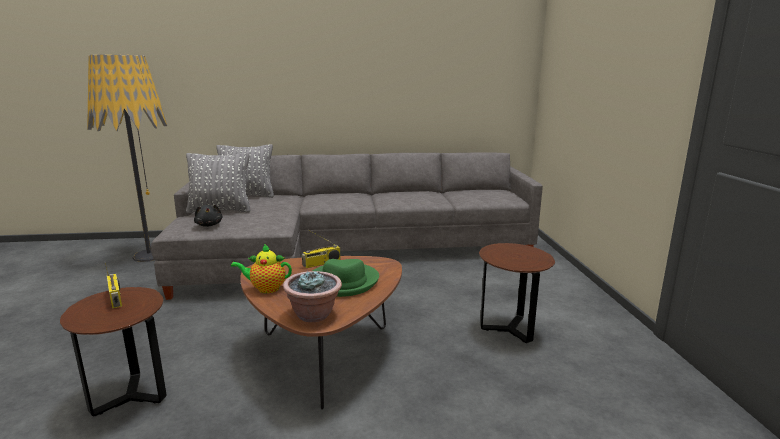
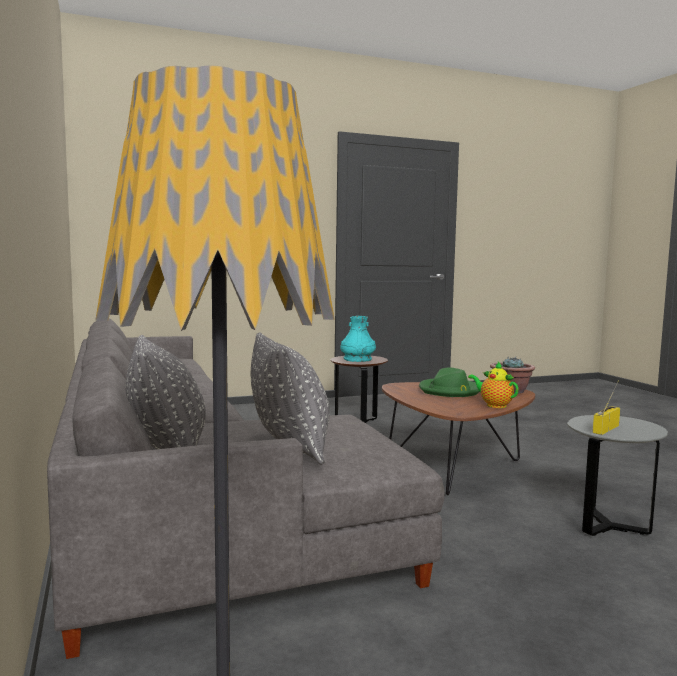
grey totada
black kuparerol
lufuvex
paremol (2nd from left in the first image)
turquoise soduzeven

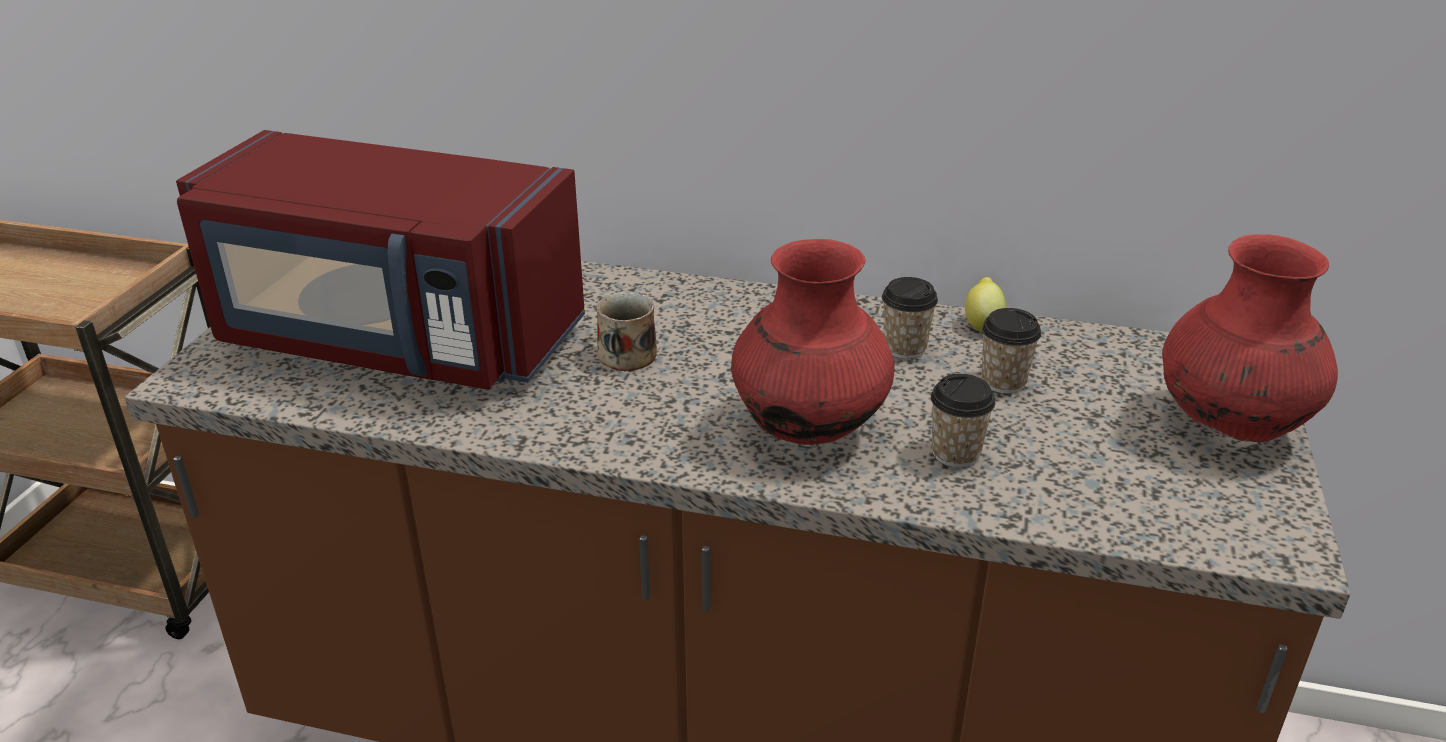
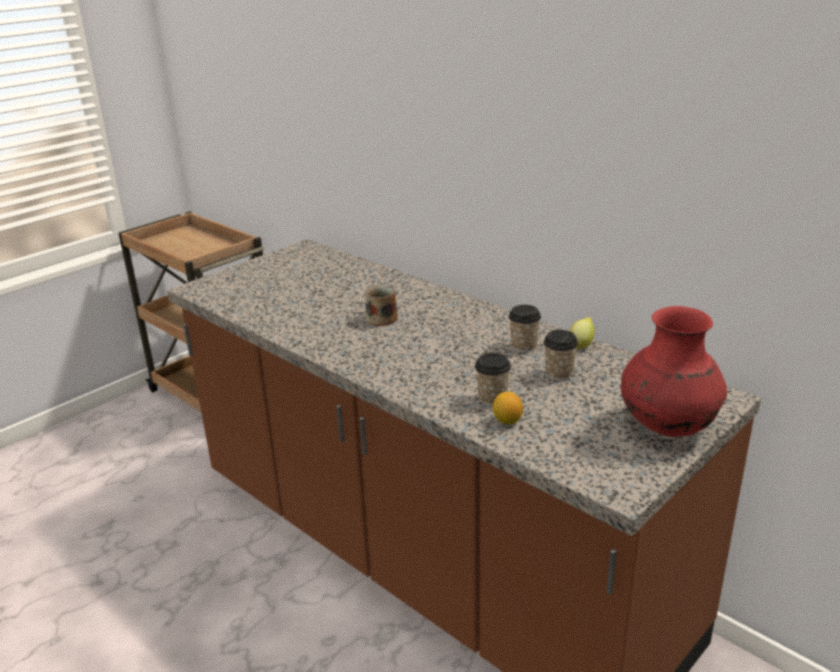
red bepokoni
red soduzeven (1st from left in the first image)
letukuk (1st from left)

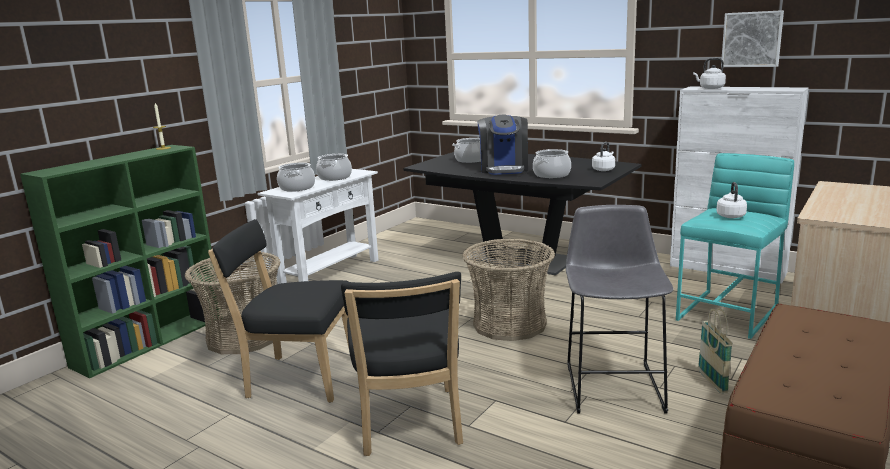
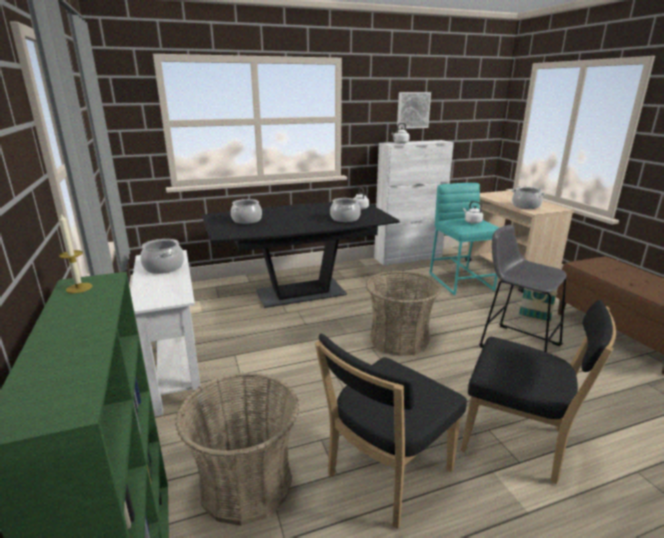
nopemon (4th from left)
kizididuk

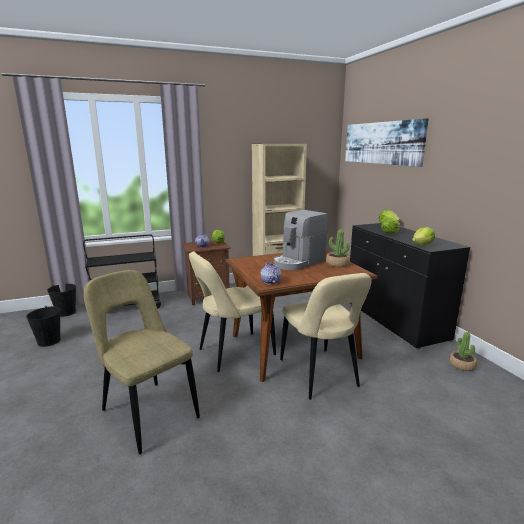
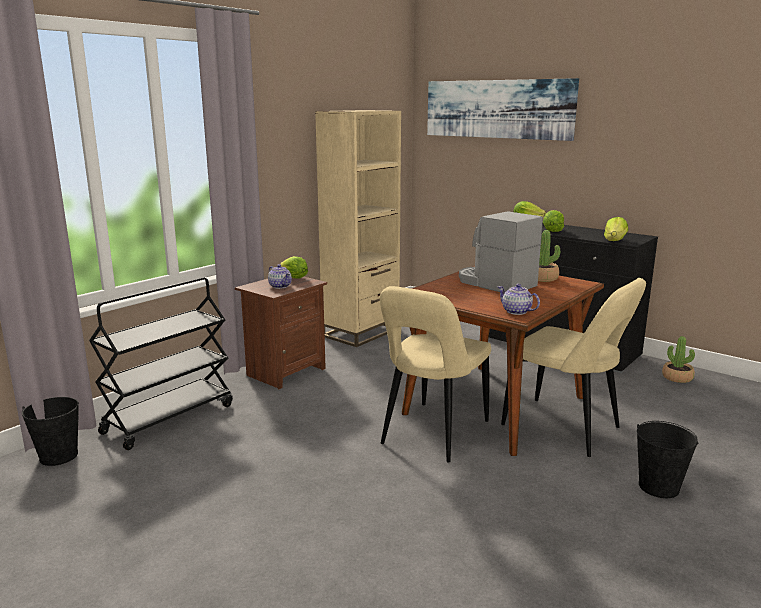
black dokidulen (2nd from left)
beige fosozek (1st from left in the first image)
kizididuk

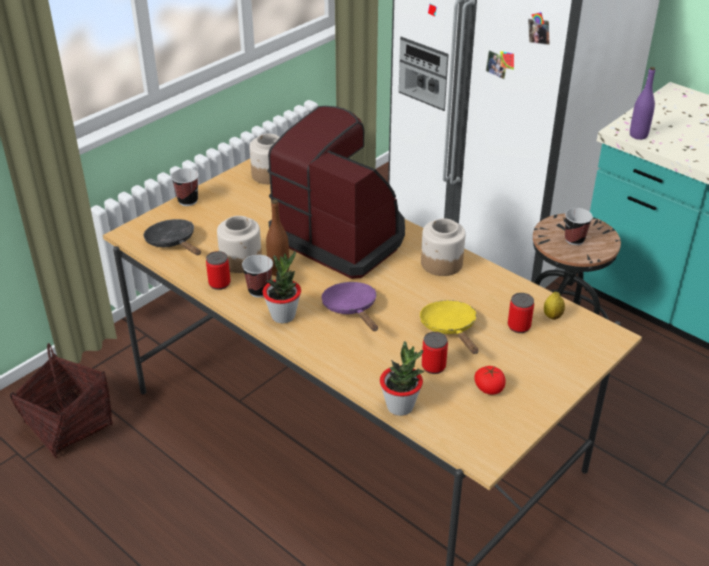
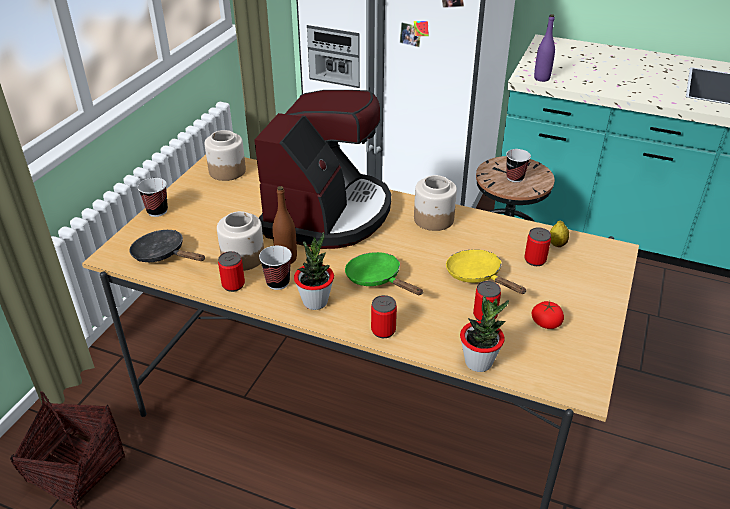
kizididuk
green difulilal
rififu (2nd from left)

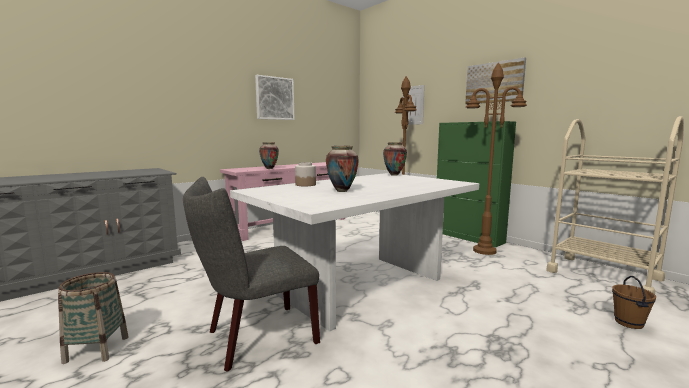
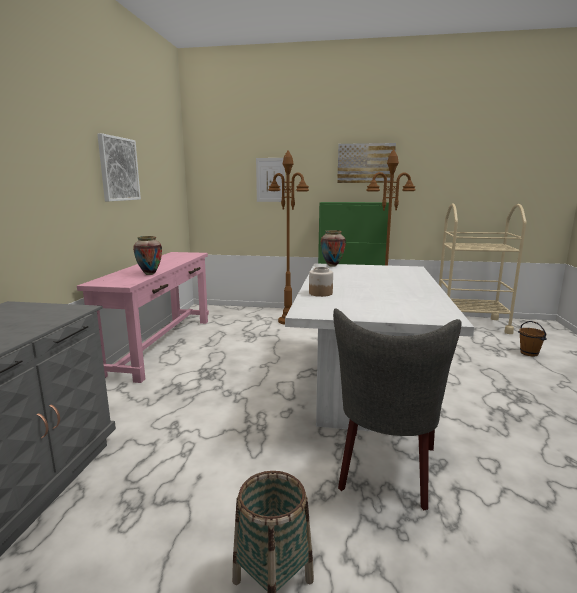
soduzeven (2nd from left in the first image)

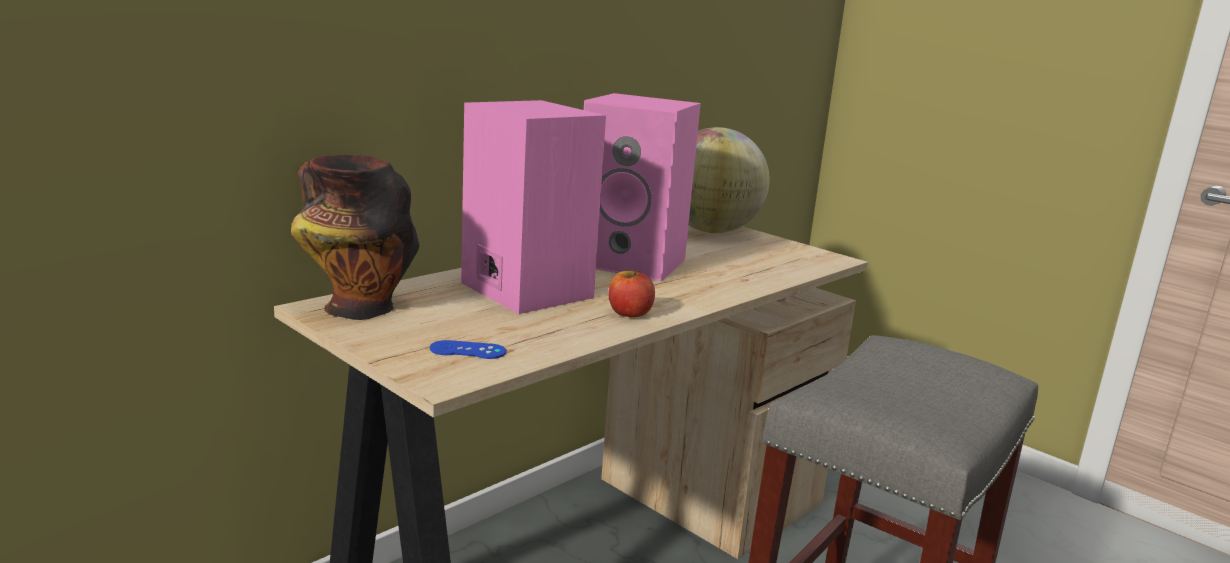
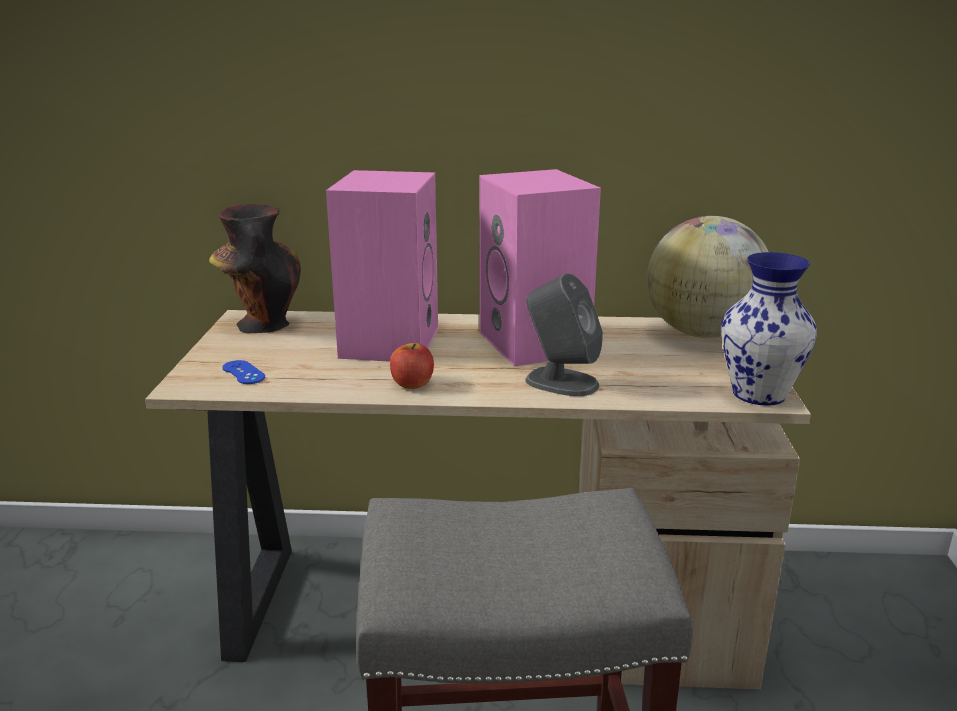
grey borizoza
soduzeven (2nd from left)

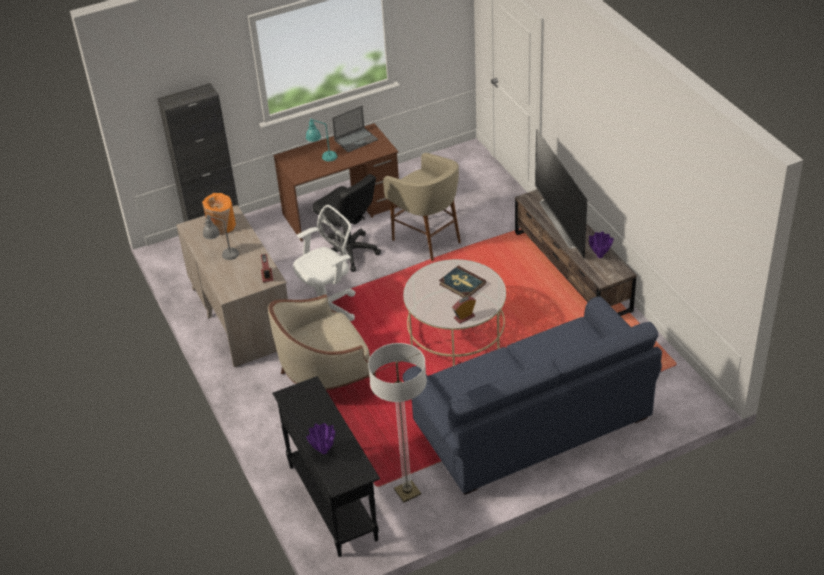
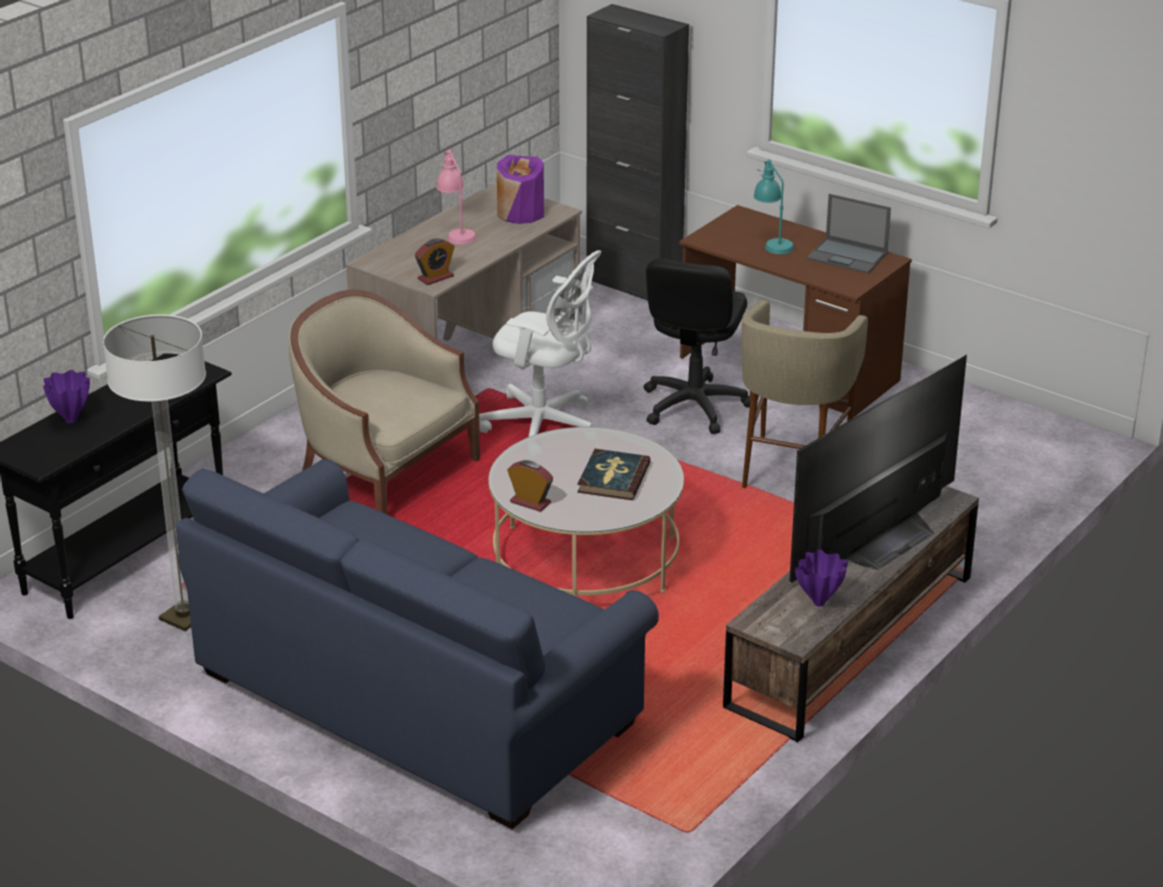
purple soduzeven (2nd from left)
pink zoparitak

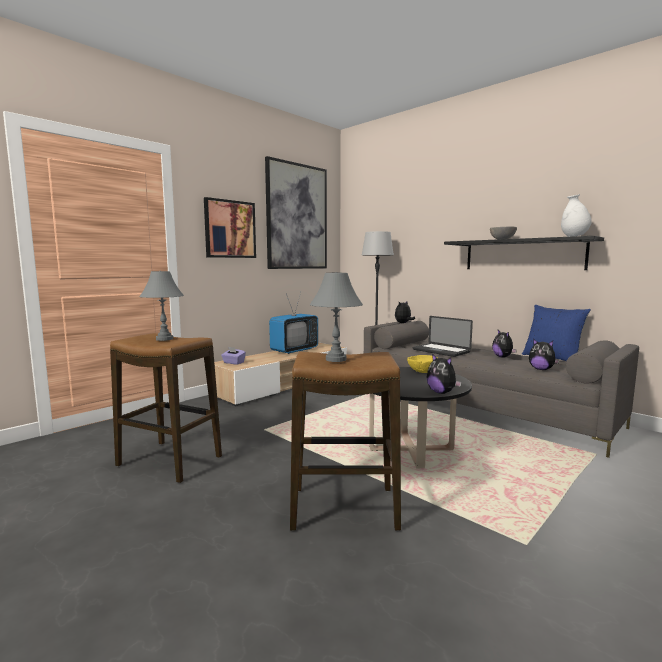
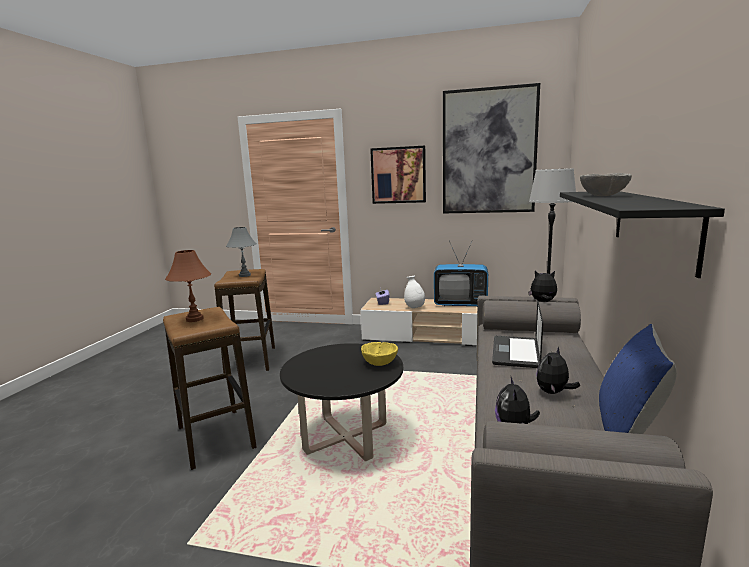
brown zoparitak
kuparerol (2nd from left in the first image)
white soduzeven

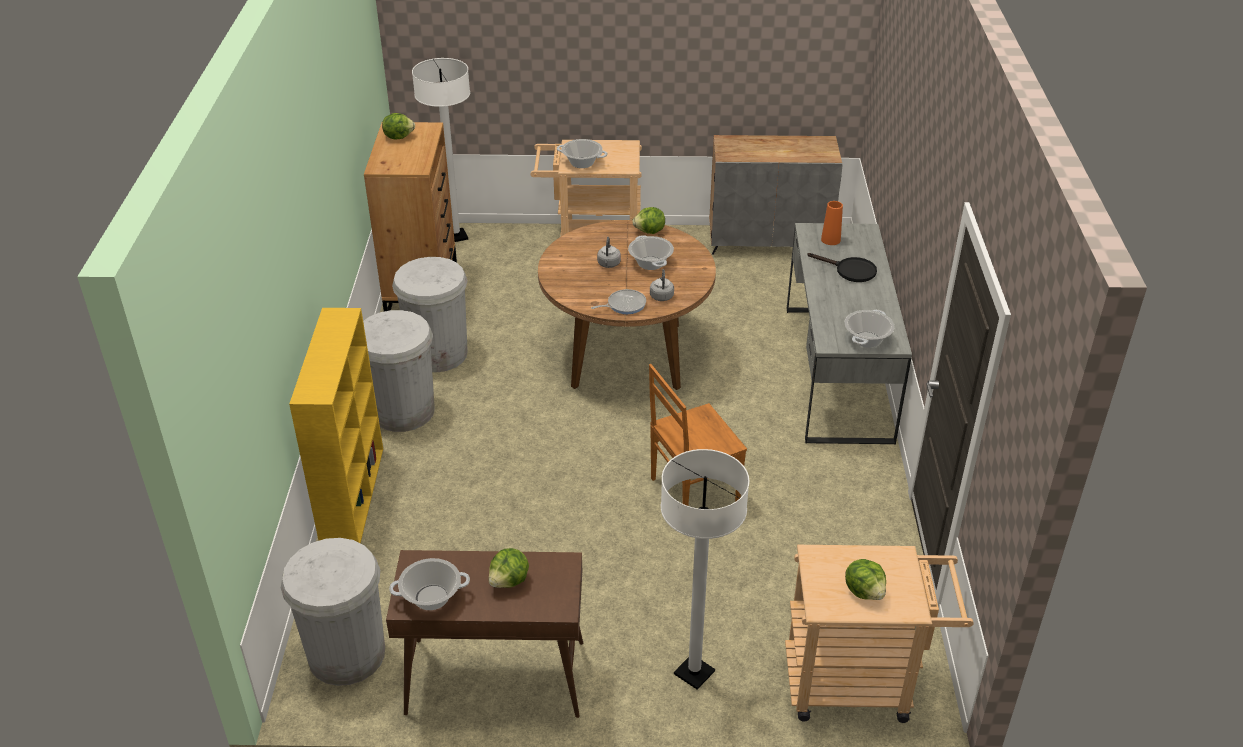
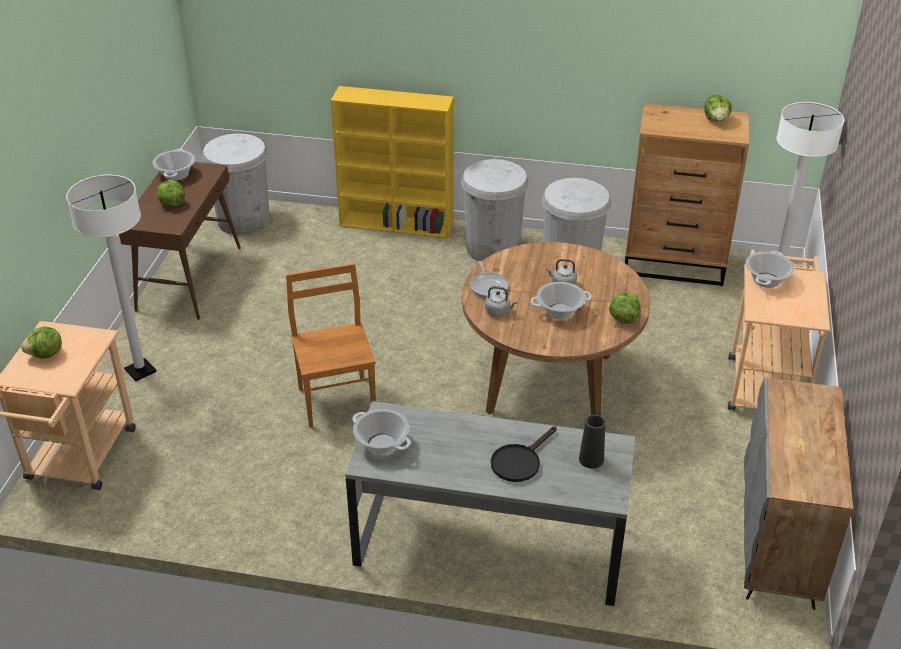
black soduzeven

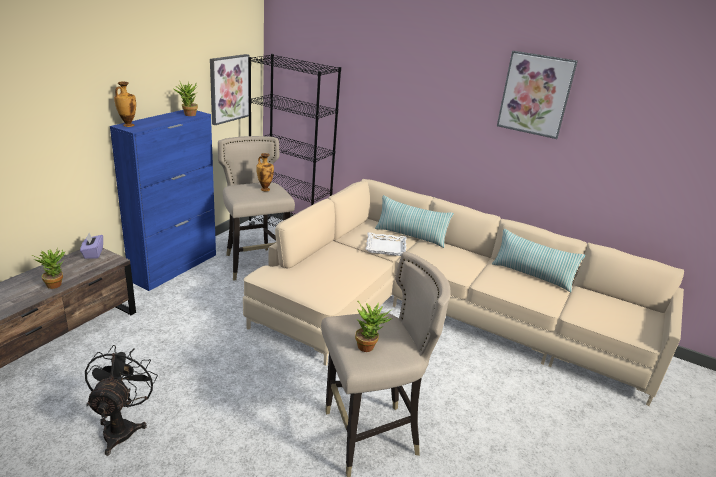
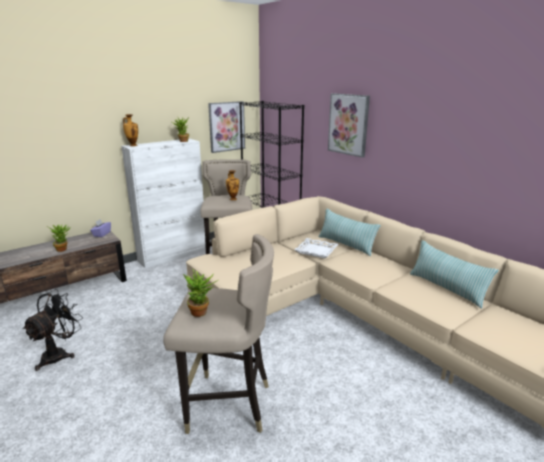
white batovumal
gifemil (2nd from left)

